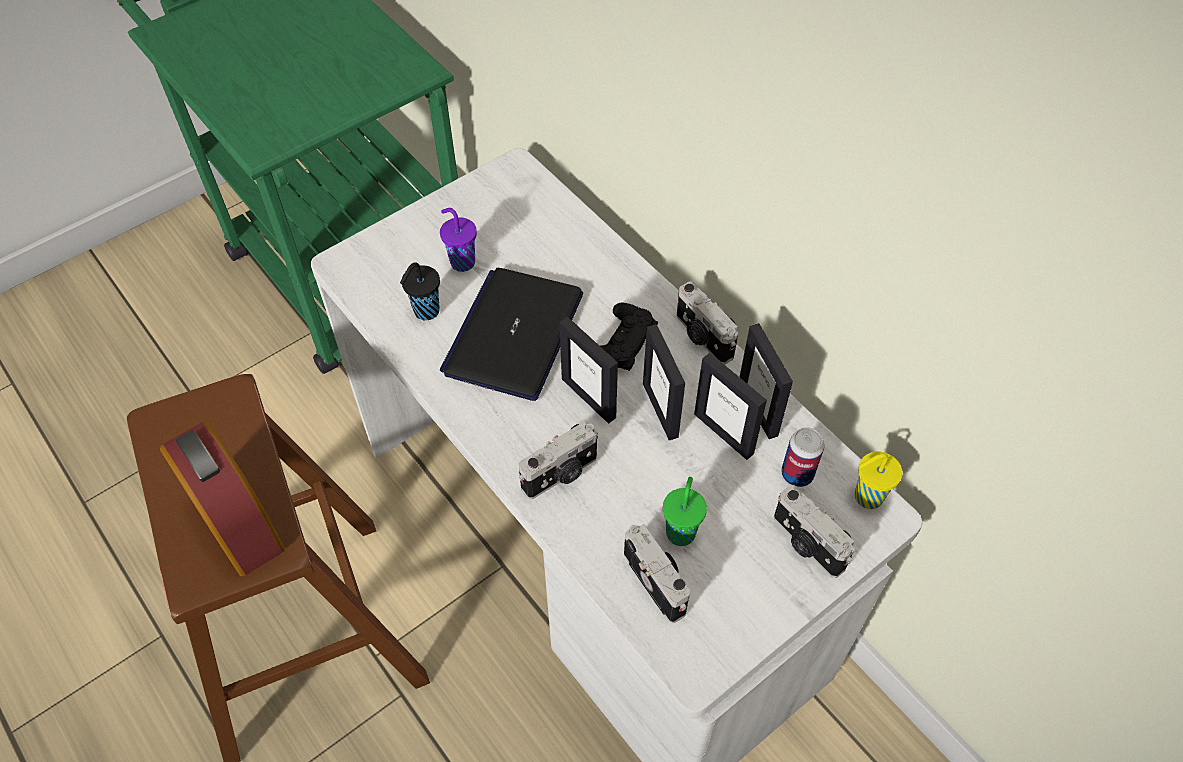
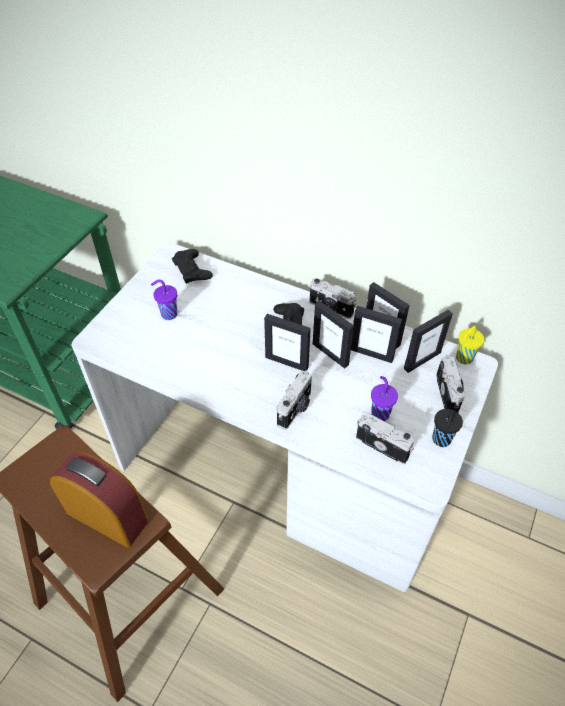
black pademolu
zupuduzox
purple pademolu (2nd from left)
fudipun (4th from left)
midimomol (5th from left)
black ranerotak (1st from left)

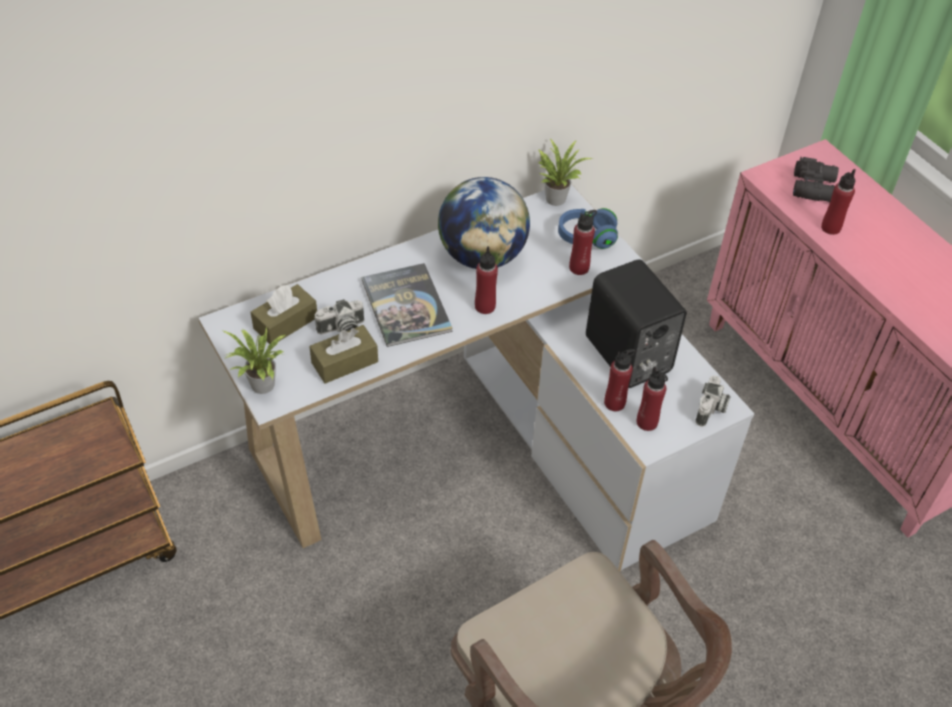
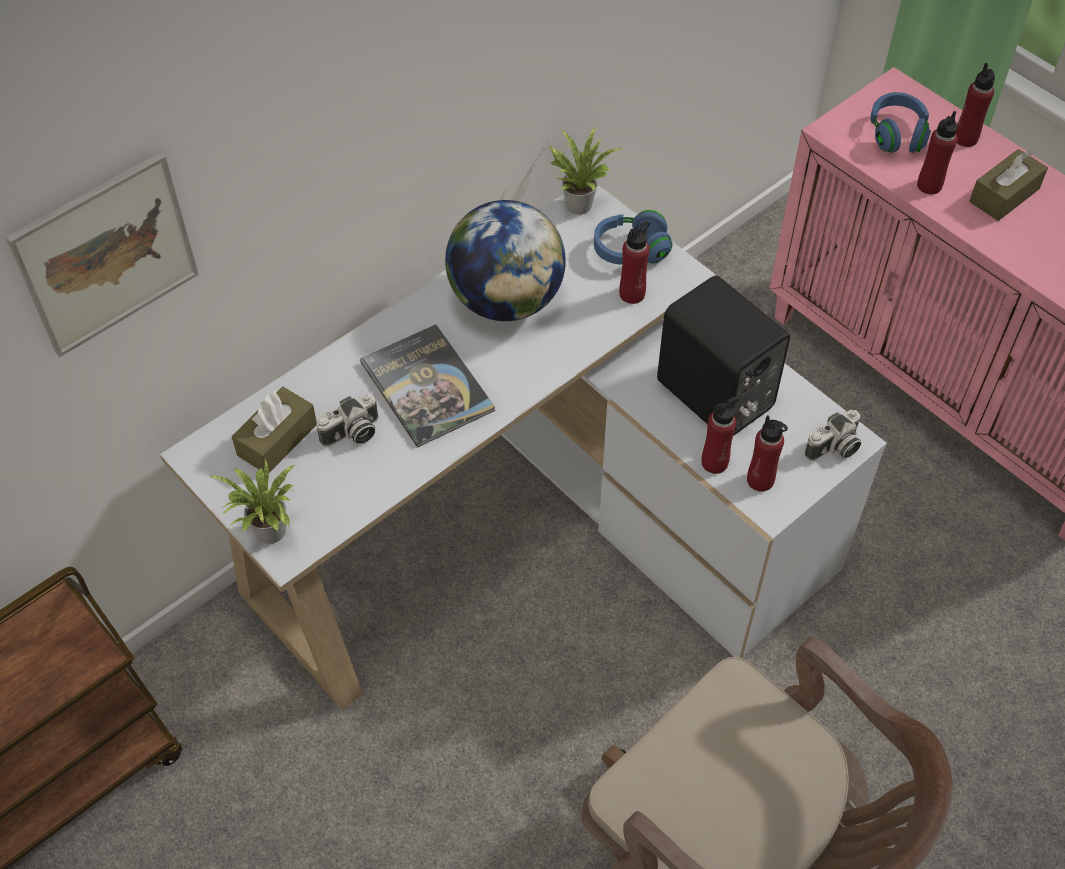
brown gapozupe (2nd from left)
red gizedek (5th from left)
fudipun (2nd from left)
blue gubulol (2nd from left)
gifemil

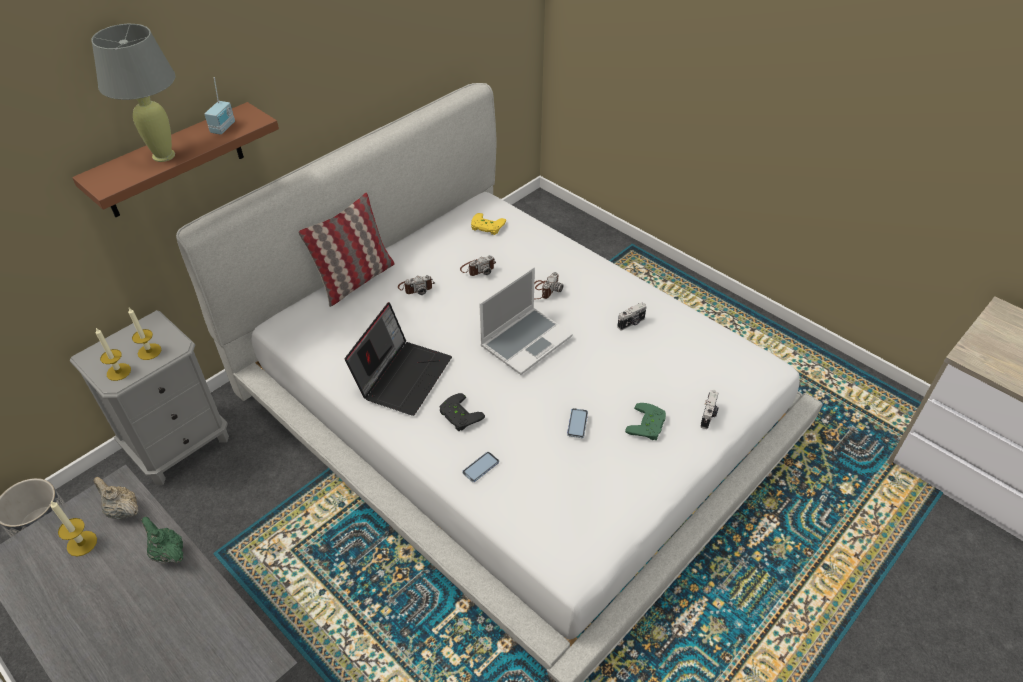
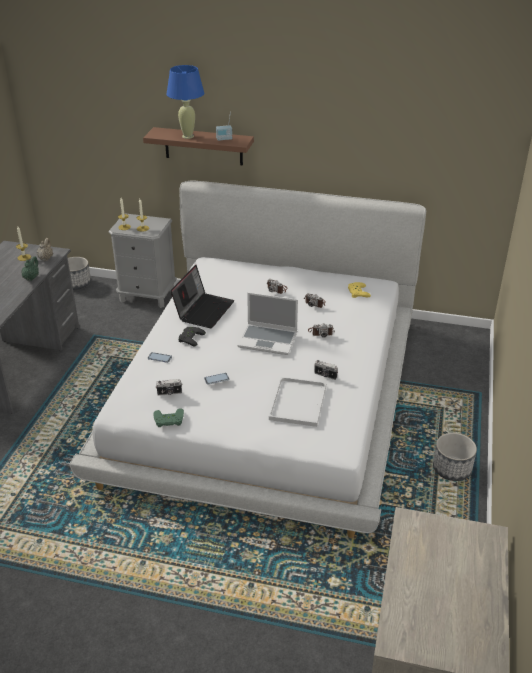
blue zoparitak
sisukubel
zupuduzox (1st from left)
green ranerotak
fudipun (1st from left)
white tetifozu
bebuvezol (2nd from left)

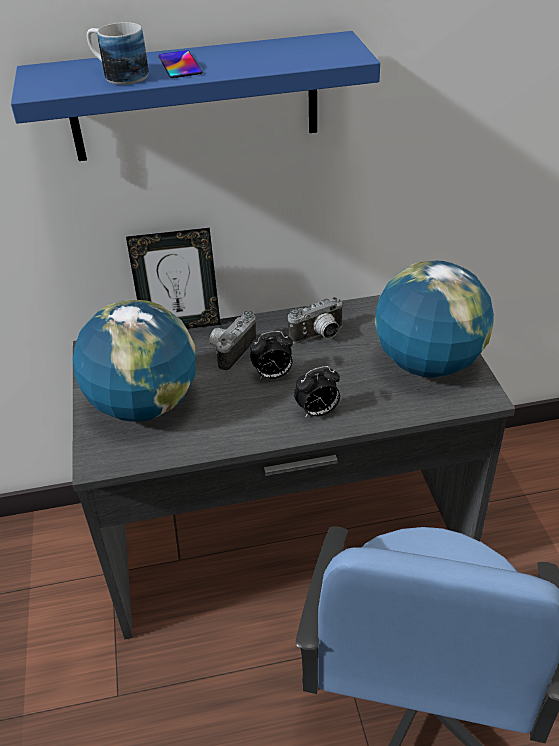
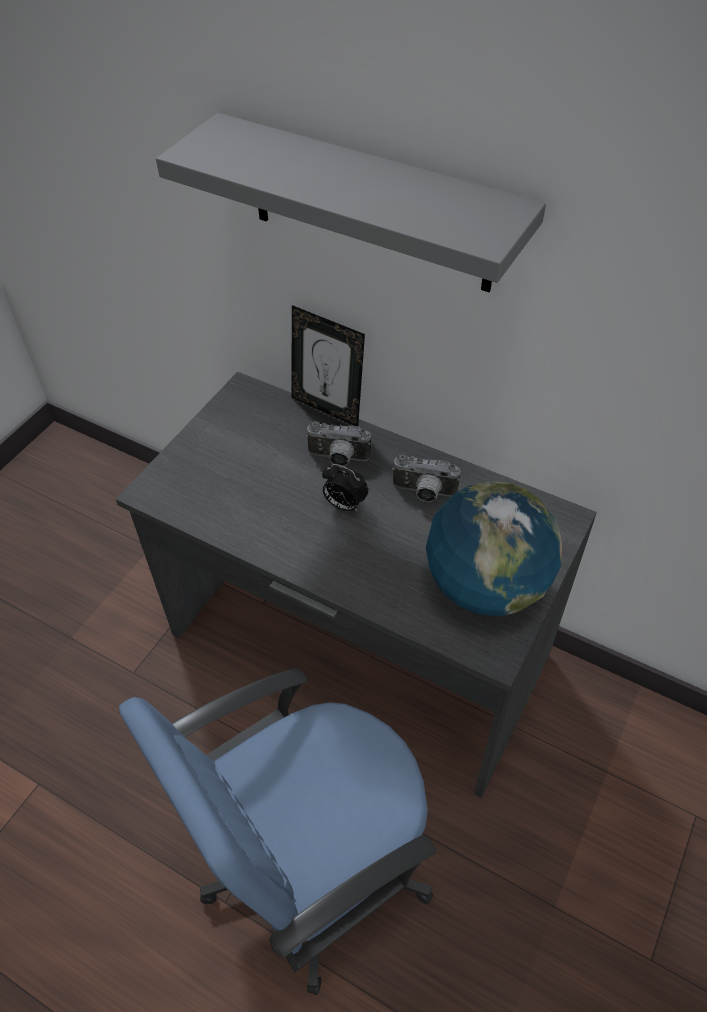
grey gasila
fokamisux (1st from left in the first image)
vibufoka
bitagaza
fudipun (1st from left)
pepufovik (2nd from left in the first image)

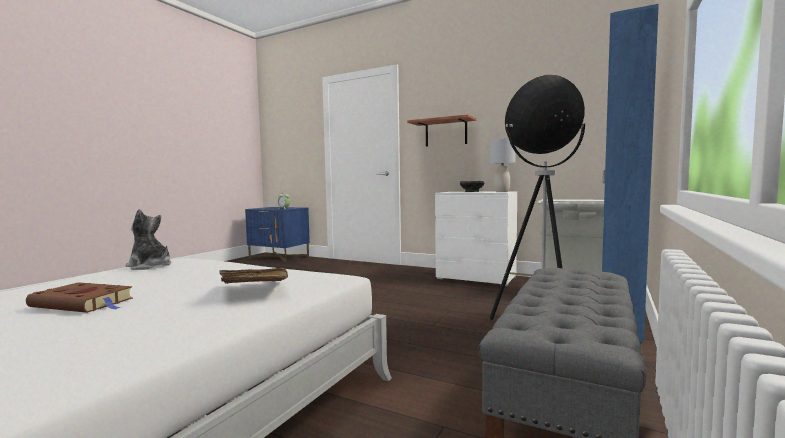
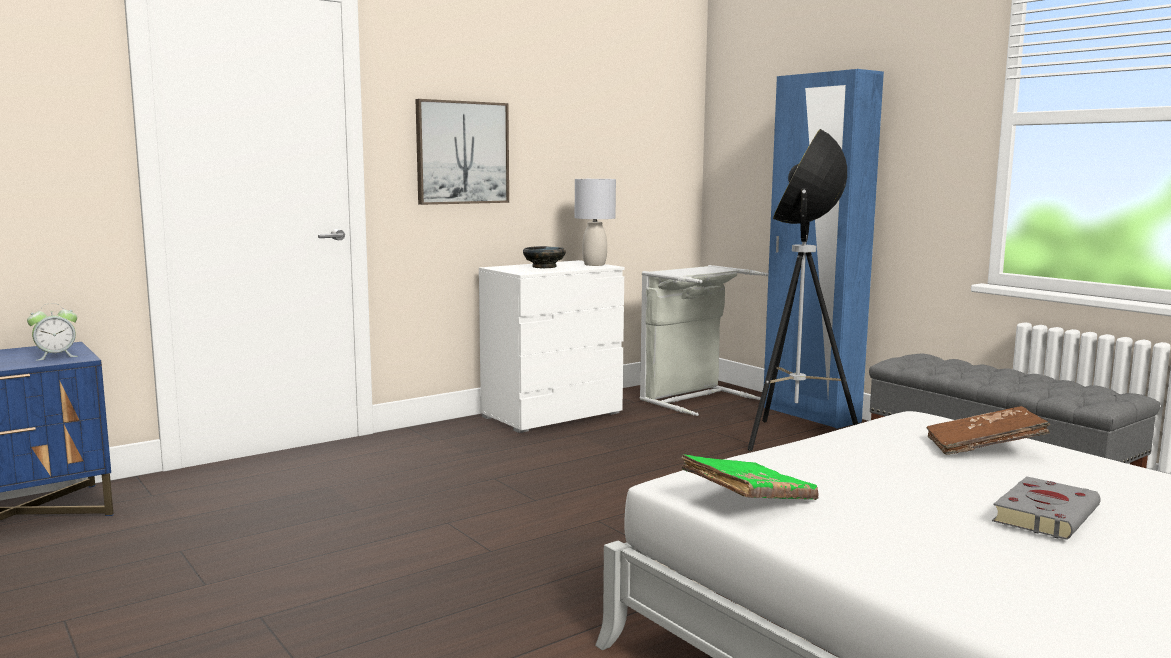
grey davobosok
green davobosok
gifemil

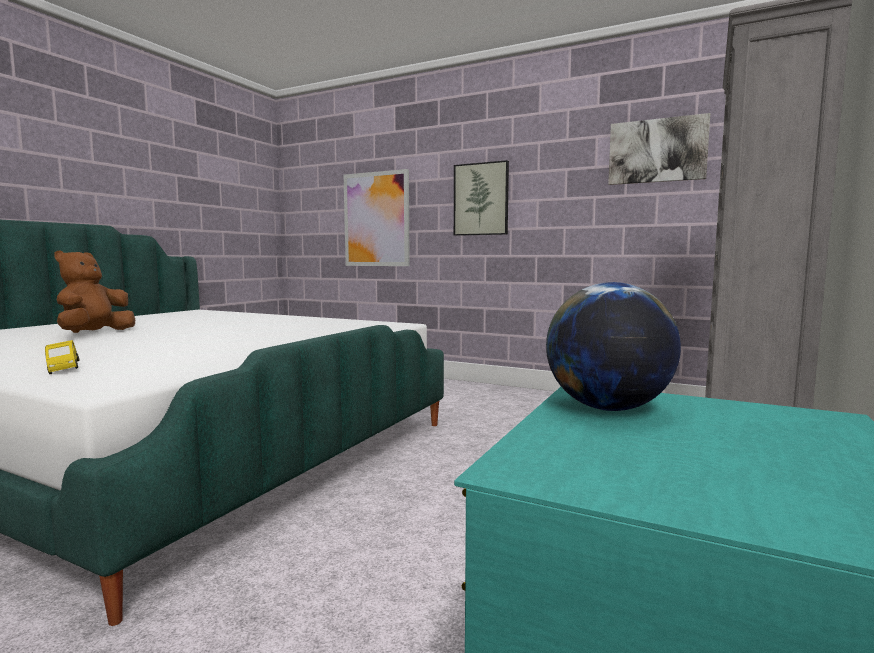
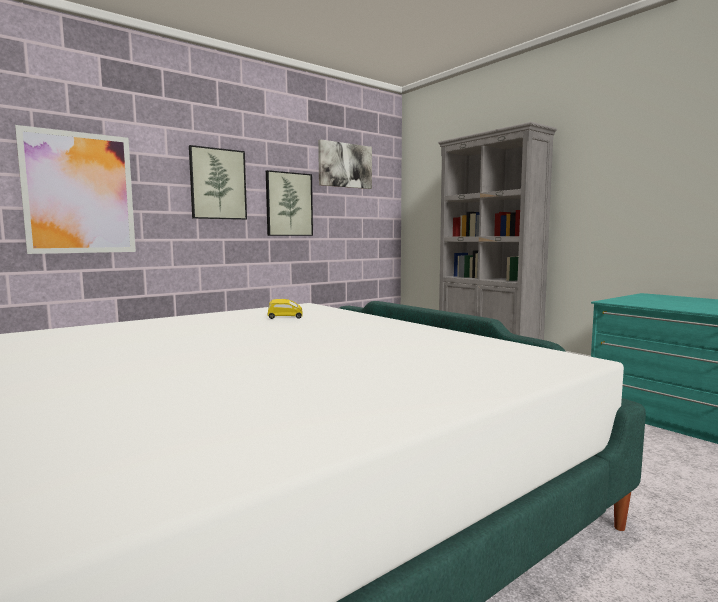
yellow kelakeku
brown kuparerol
fokamisux
gifemil (3rd from left)

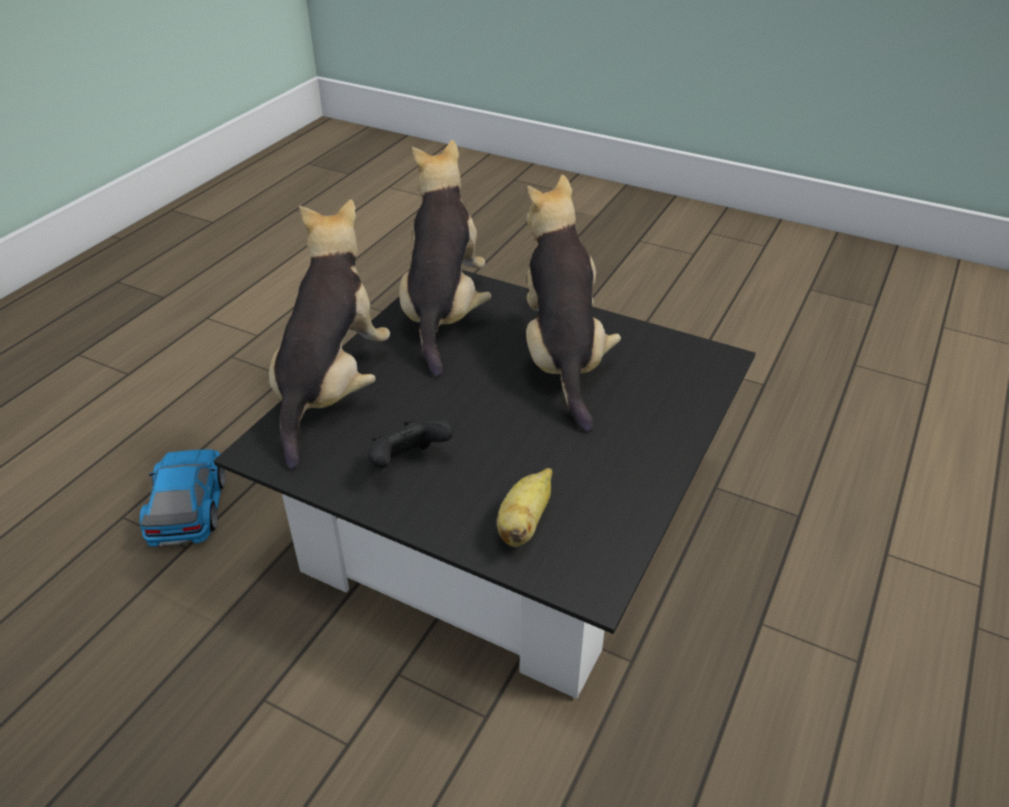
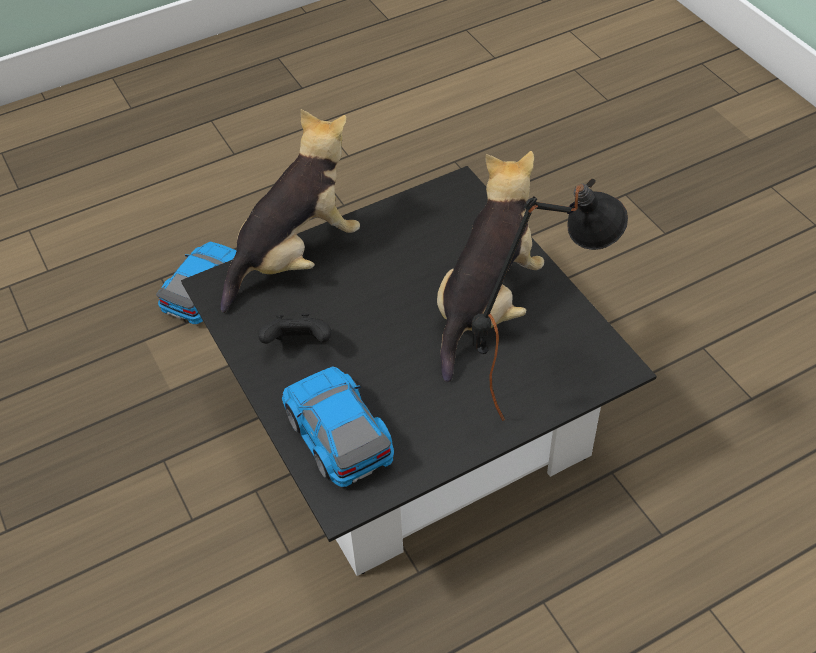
kuparerol (2nd from left in the first image)
kelakeku (2nd from left)
black zoparitak

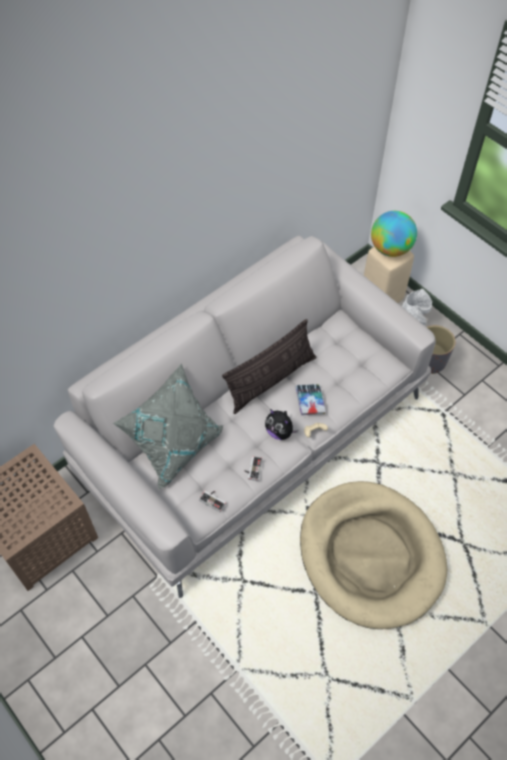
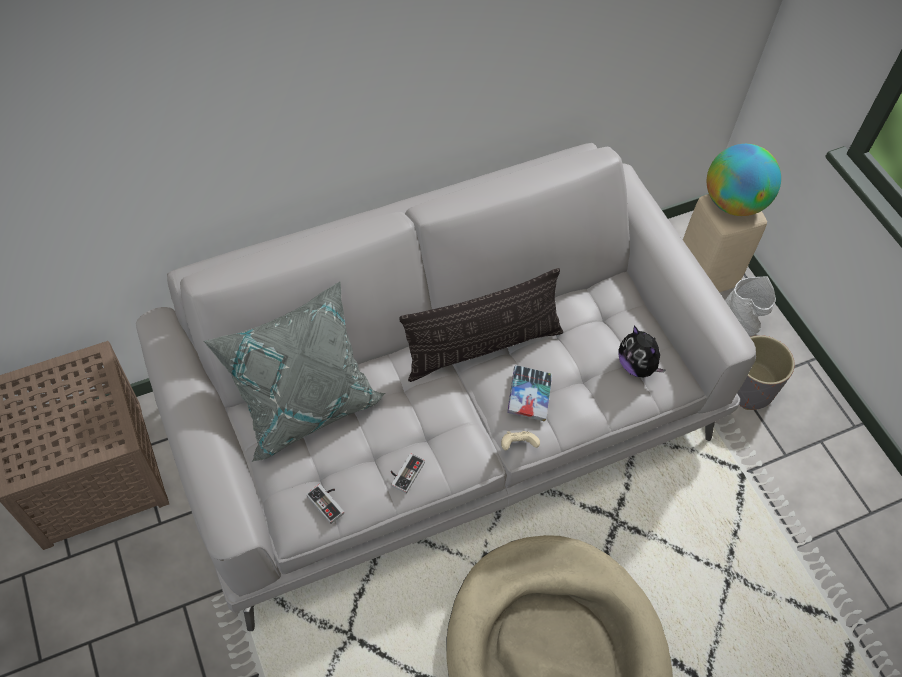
kuparerol

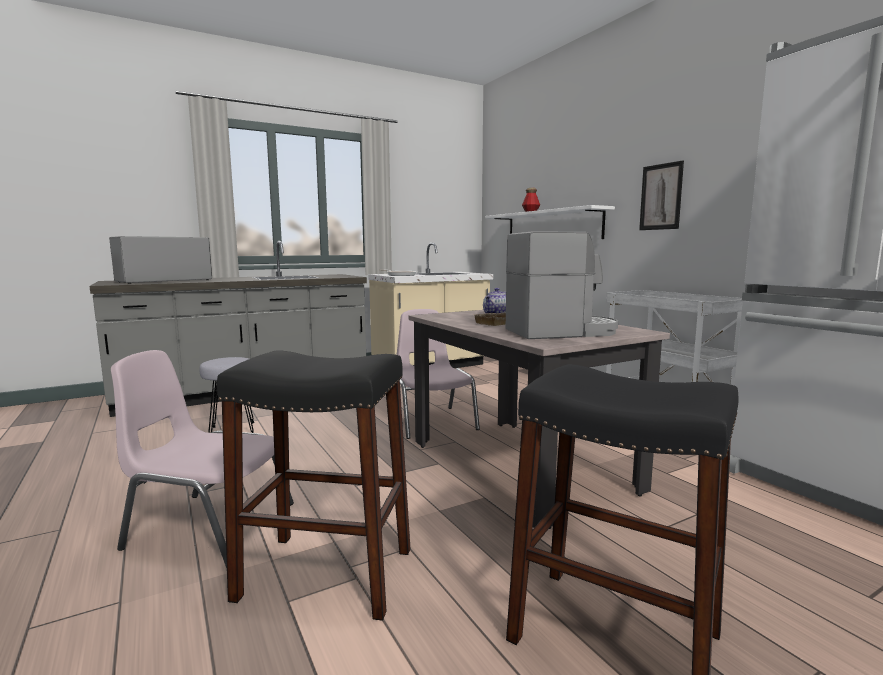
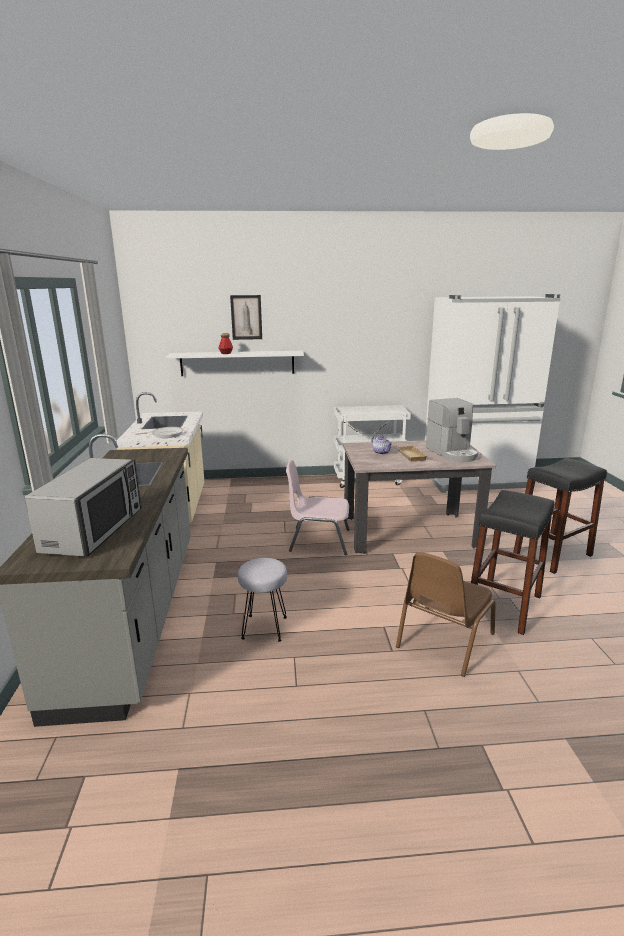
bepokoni
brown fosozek
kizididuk
gifemil

